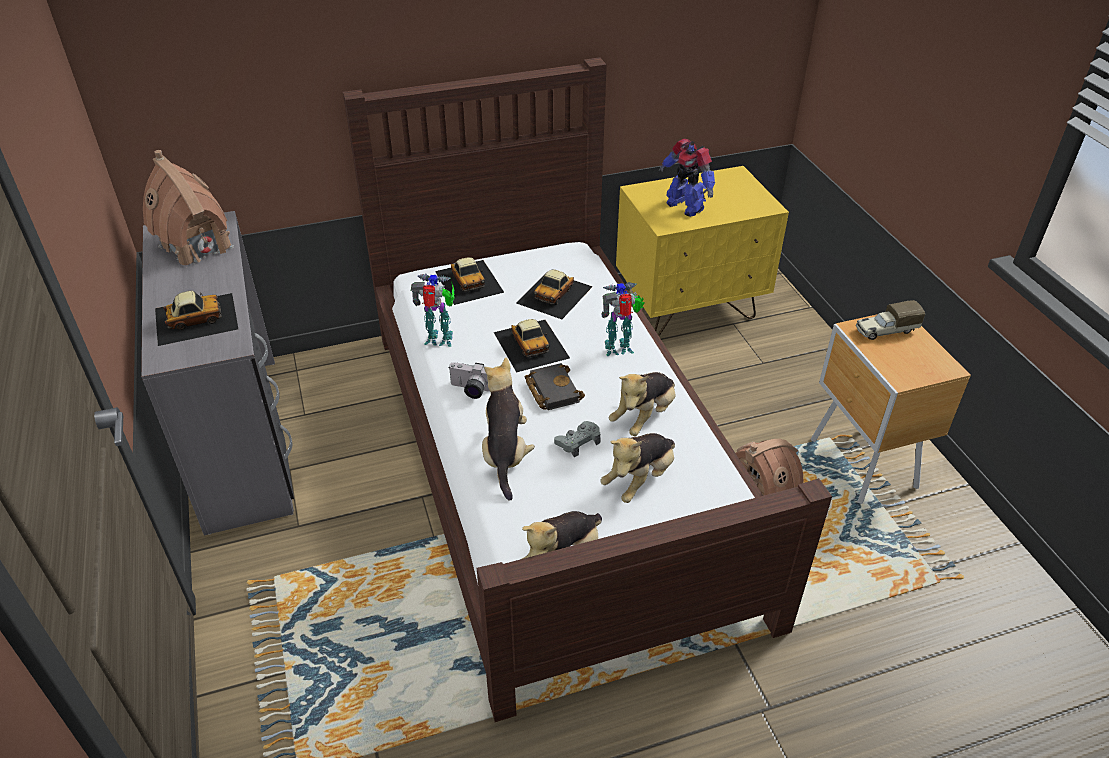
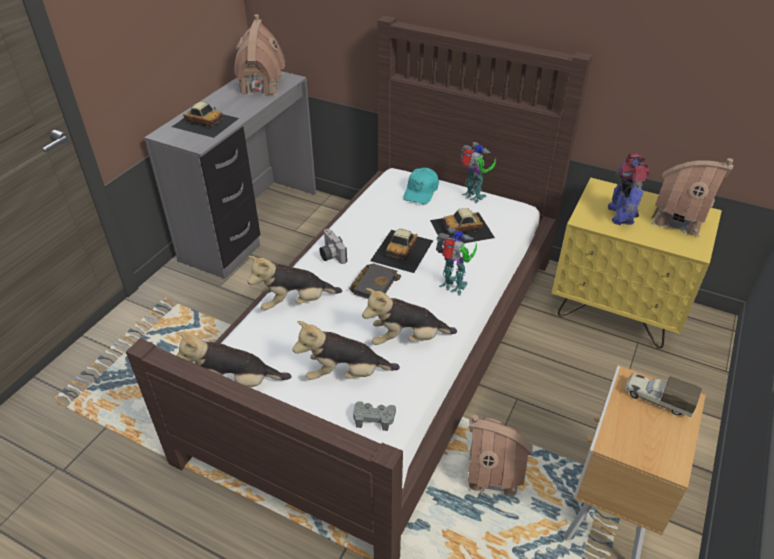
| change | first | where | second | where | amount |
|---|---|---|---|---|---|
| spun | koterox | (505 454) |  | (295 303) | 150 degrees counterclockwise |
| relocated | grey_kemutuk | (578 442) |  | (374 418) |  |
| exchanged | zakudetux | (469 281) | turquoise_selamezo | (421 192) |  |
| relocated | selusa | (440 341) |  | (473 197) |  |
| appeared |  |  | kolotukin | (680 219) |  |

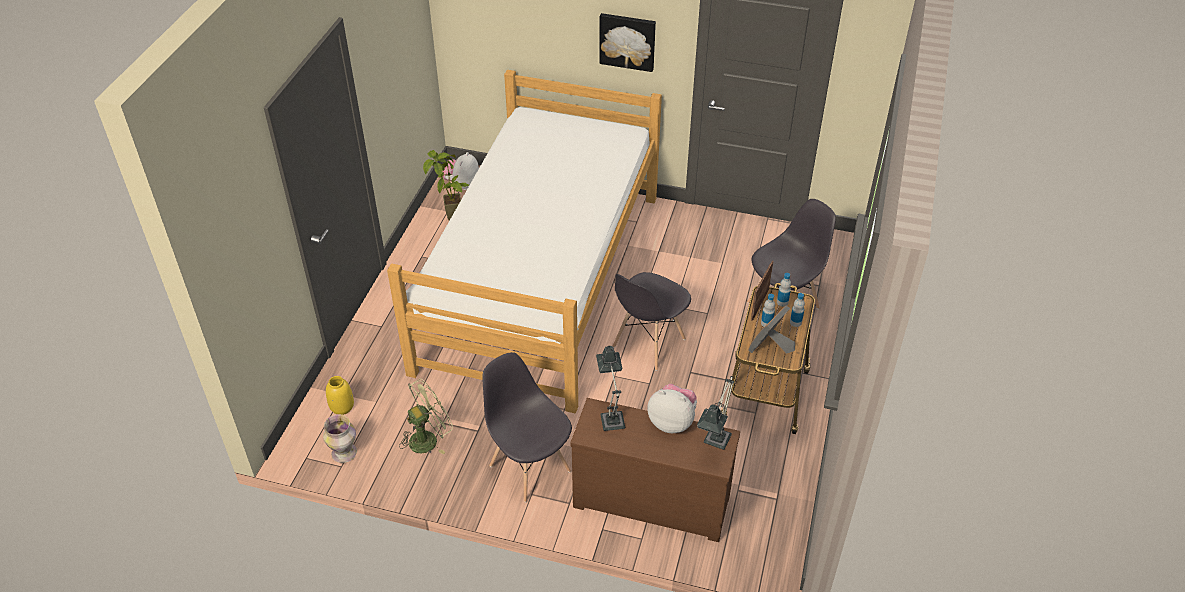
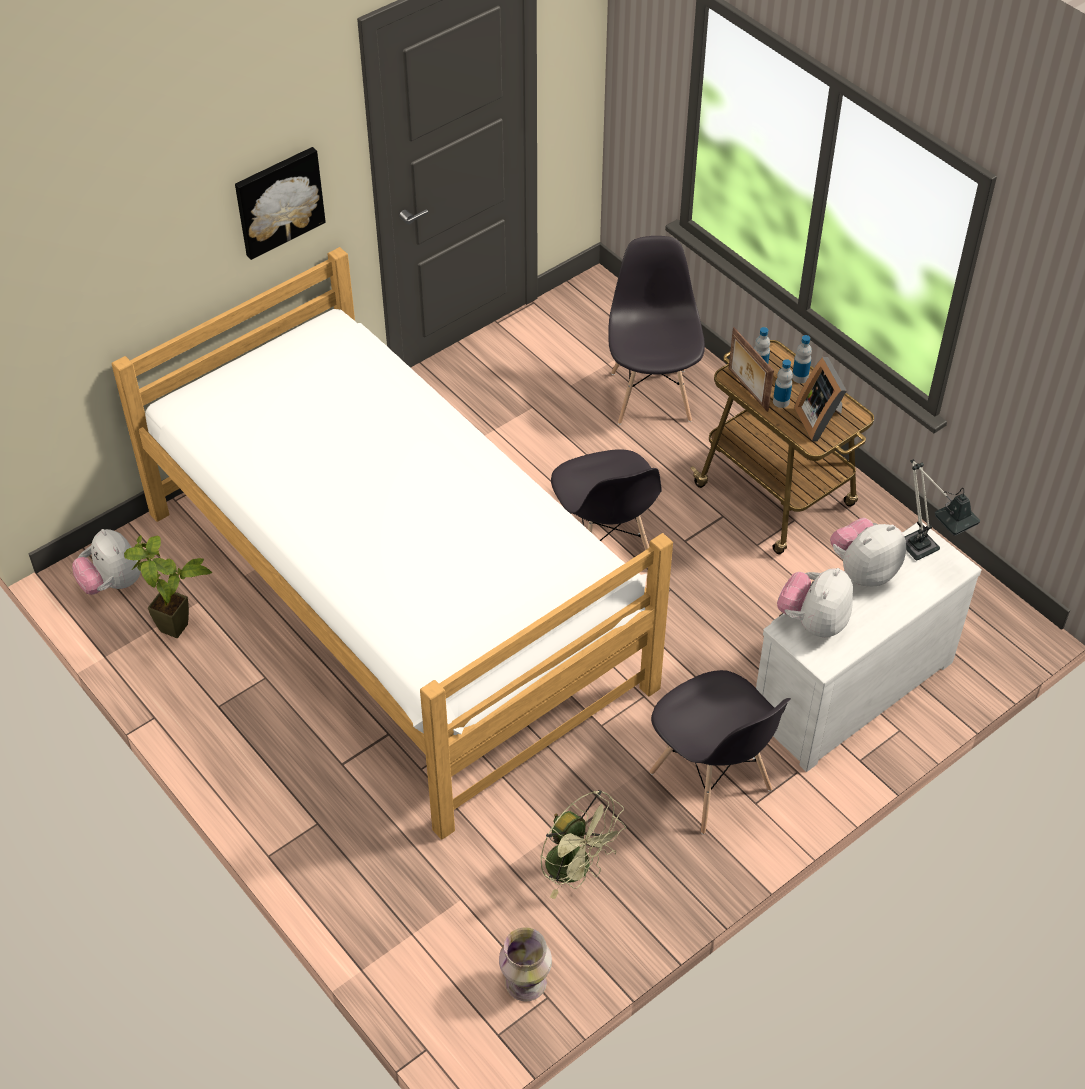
| change | first | where | second | where | amount |
|---|---|---|---|---|---|
| spun | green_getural | (428 438) |  | (577 869) | 135 degrees clockwise |
| spun | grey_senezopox | (529 467) |  | (711 783) | 120 degrees counterclockwise |
| colour | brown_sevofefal | (652 498) | white_sevofefal | (848 687) |  |
| exchanged | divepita | (611 416) | koterox | (813 622) |  |
| missing | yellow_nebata | (342 407) |  |  |  |

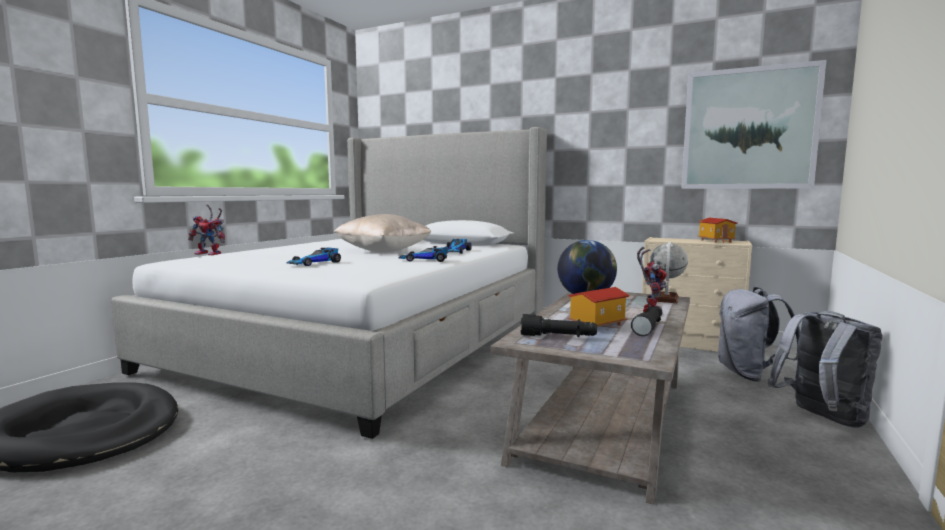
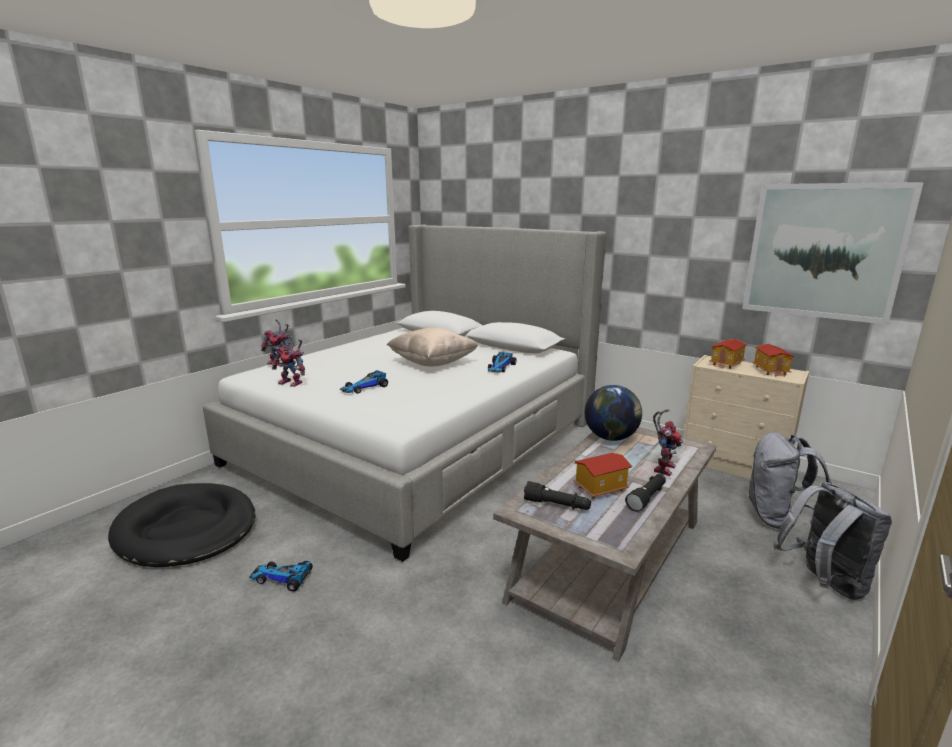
| change | first | where | second | where | amount |
|---|---|---|---|---|---|
| relocated | zakudetux | (425 260) |  | (282 578) |  |
| appeared |  |  | selusa | (293 383) |  |
| appeared |  |  | kolotukin | (727 364) |  |
| missing | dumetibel | (666 299) |  |  |  |

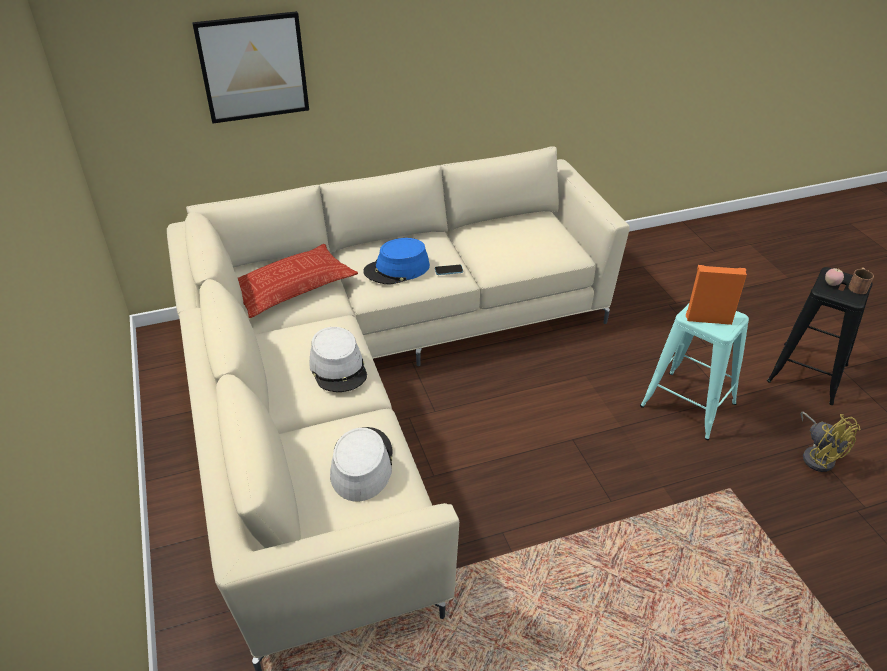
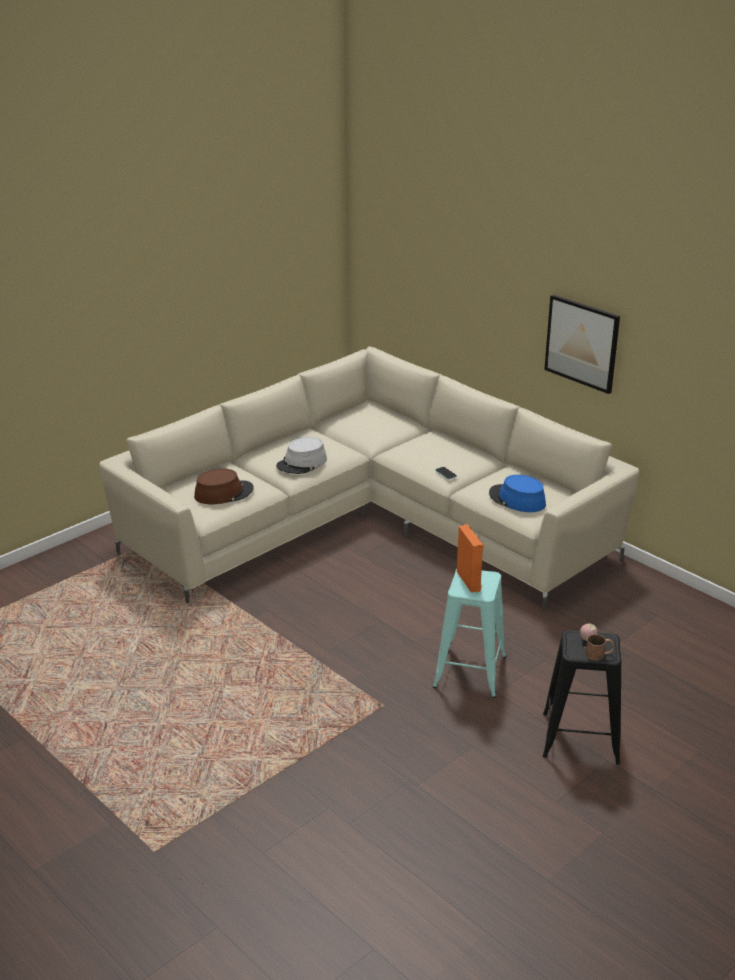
| change | first | where | second | where | amount |
|---|---|---|---|---|---|
| colour | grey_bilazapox | (361 465) | brown_bilazapox | (224 493) |  |
| relocated | blue_bilazapox | (397 269) |  | (517 499) |  |
| relocated | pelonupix | (253 67) |  | (582 343) |  |
| missing | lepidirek | (291 287) |  |  |  |
| missing | yellow_getural | (818 456) |  |  |  |

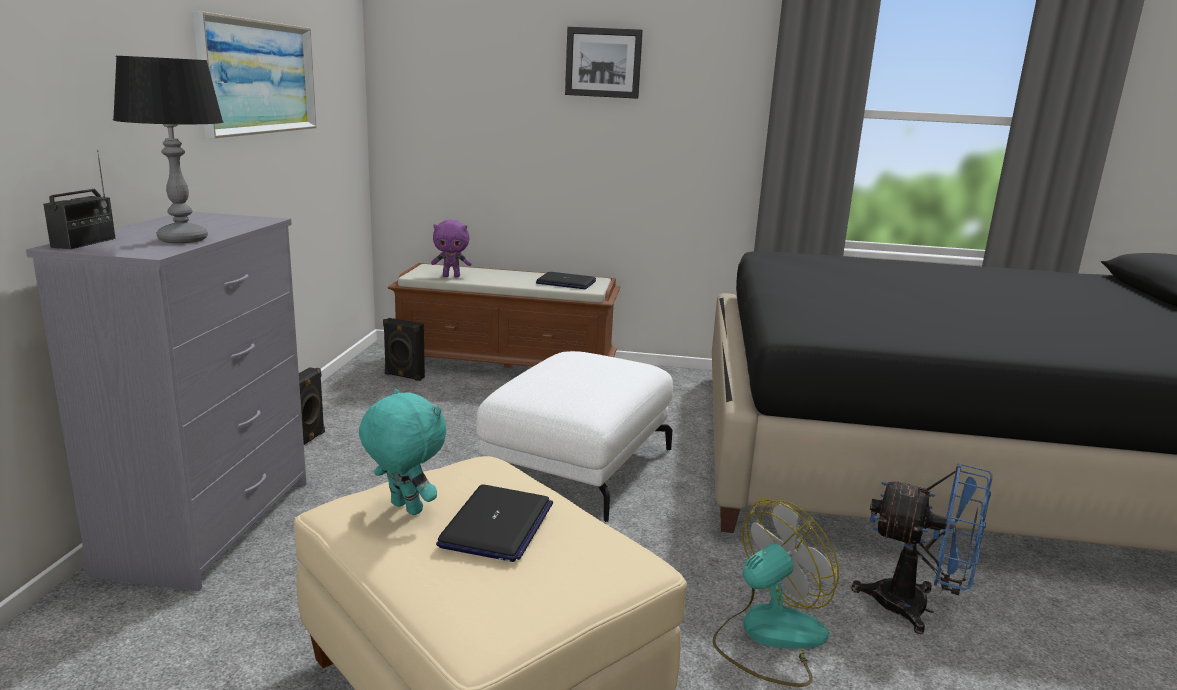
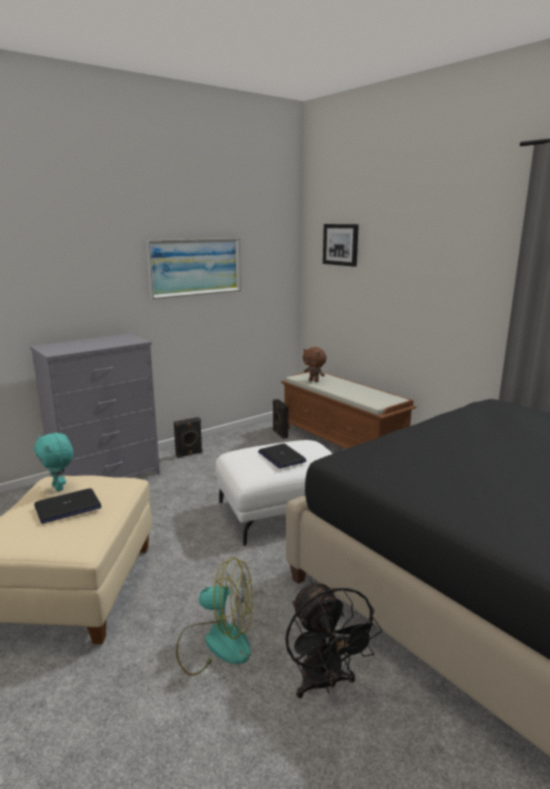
| change | first | where | second | where | amount |
|---|---|---|---|---|---|
| spun | turquoise_koterox | (404 509) |  | (59 487) | 150 degrees clockwise |
| relocated | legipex | (565 282) |  | (281 457) |  |
| colour | blue_getural | (916 608) | black_getural | (324 684) |  |
| colour | purple_koterox | (451 276) | brown_koterox | (314 381) |  |
| relocated | pelonupix | (603 63) |  | (341 244) |  |
| missing | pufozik | (84 243) |  |  |  |
| missing | divepita | (183 239) |  |  |  |

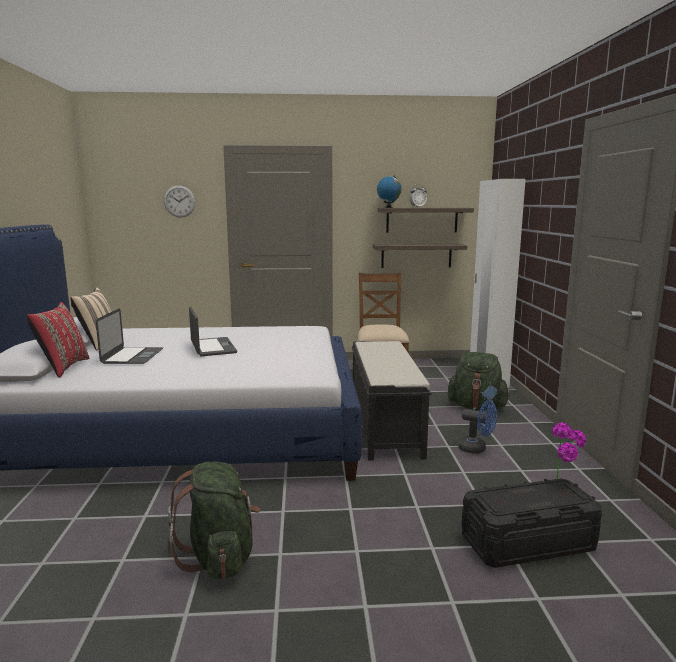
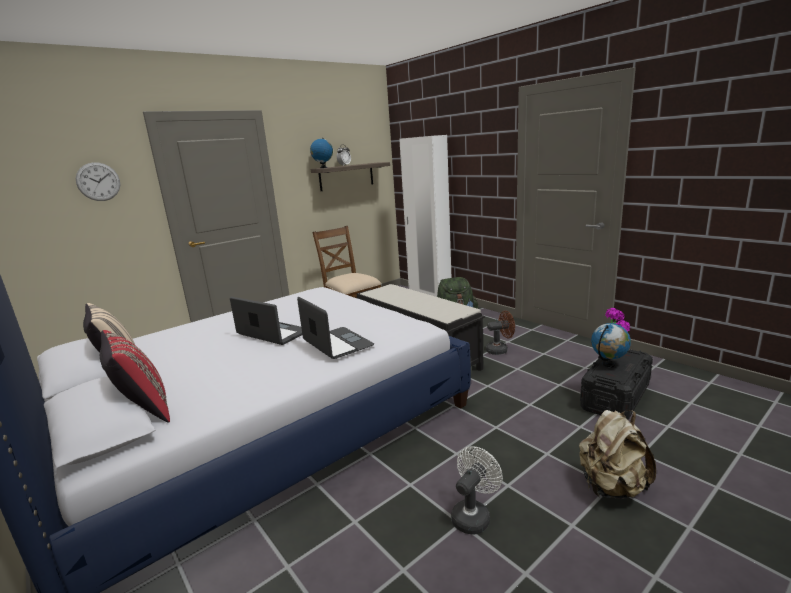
| change | first | where | second | where | amount |
|---|---|---|---|---|---|
| relocated | legipex | (132 356) |  | (337 343) |  |
| exchanged | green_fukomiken | (219 557) | white_getural | (473 515) |  |
| colour | blue_getural | (476 449) | brown_getural | (500 350) |  |
| appeared |  |  | beige_fukomiken | (611 487) |  |
| appeared |  |  | dumetibel | (608 365) |  |
| missing | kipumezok | (416 255) |  |  |  |

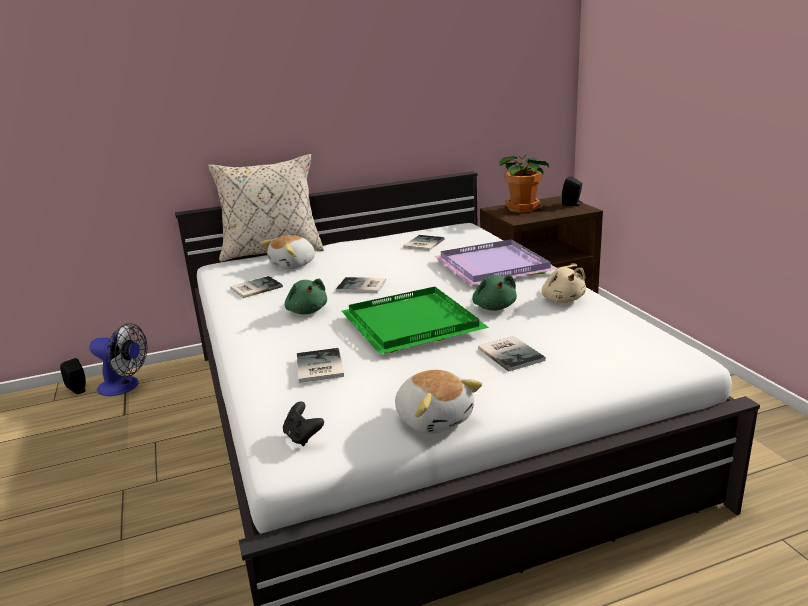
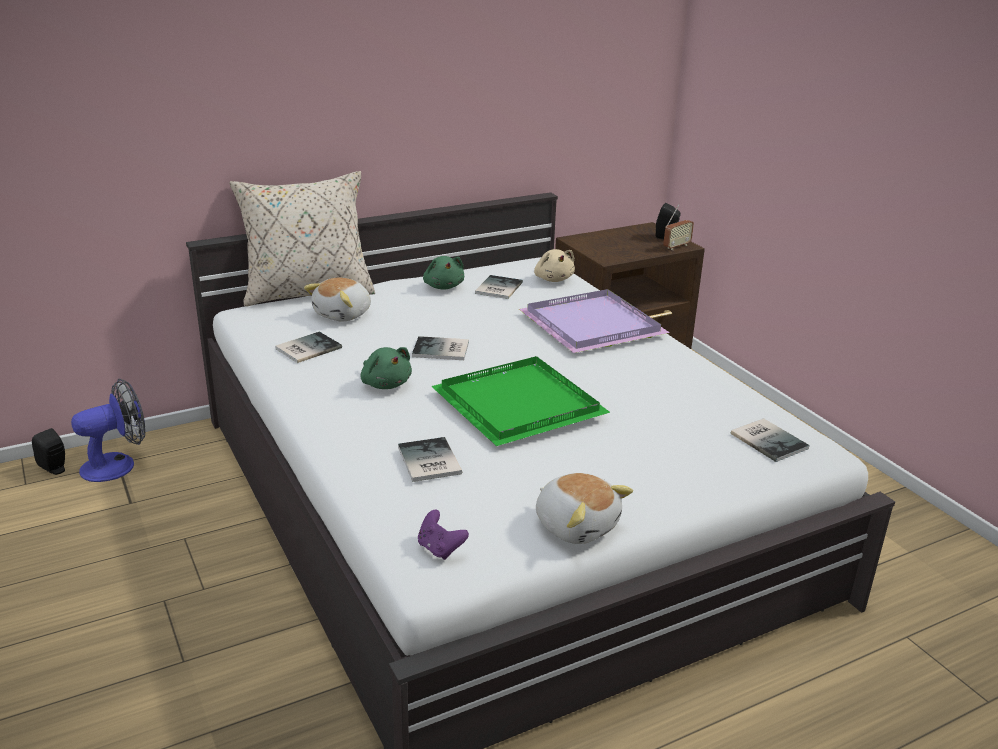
| change | first | where | second | where | amount |
|---|---|---|---|---|---|
| spun | getural | (124 387) |  | (117 464) | 45 degrees counterclockwise |
| colour | black_kemutuk | (303 437) | purple_kemutuk | (440 549) |  |
| relocated | green_koterox | (494 307) |  | (443 286) |  |
| relocated | beige_koterox | (562 299) |  | (553 279) |  |
| appeared |  |  | pufozik | (676 246) |  |
| relocated | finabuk | (511 353) |  | (769 440) |  |
| missing | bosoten | (524 208) |  |  |  |

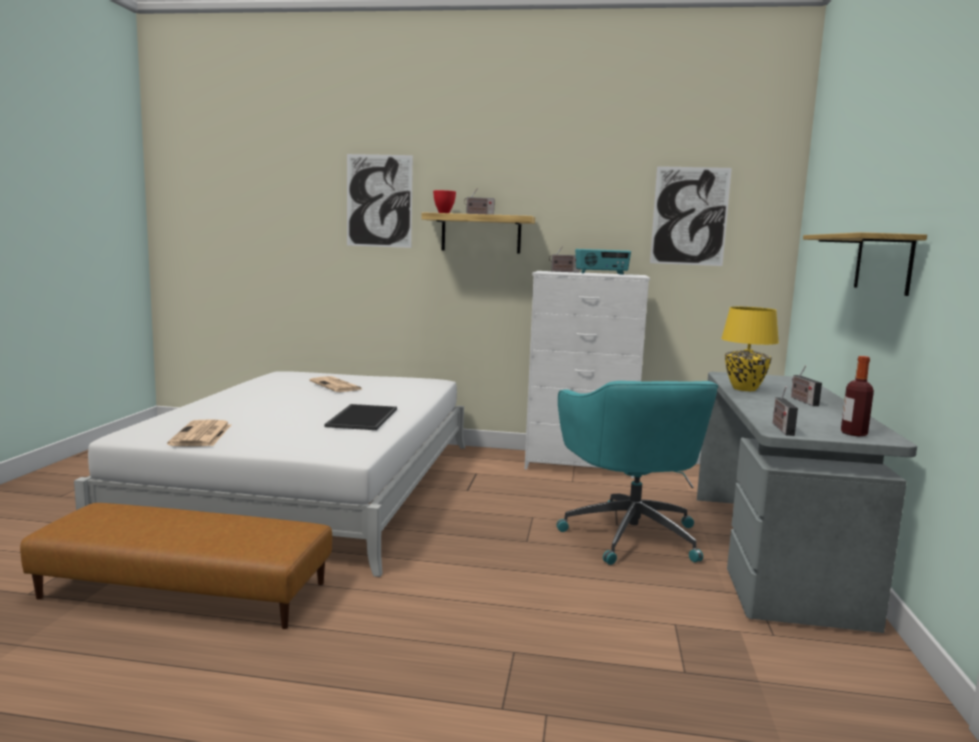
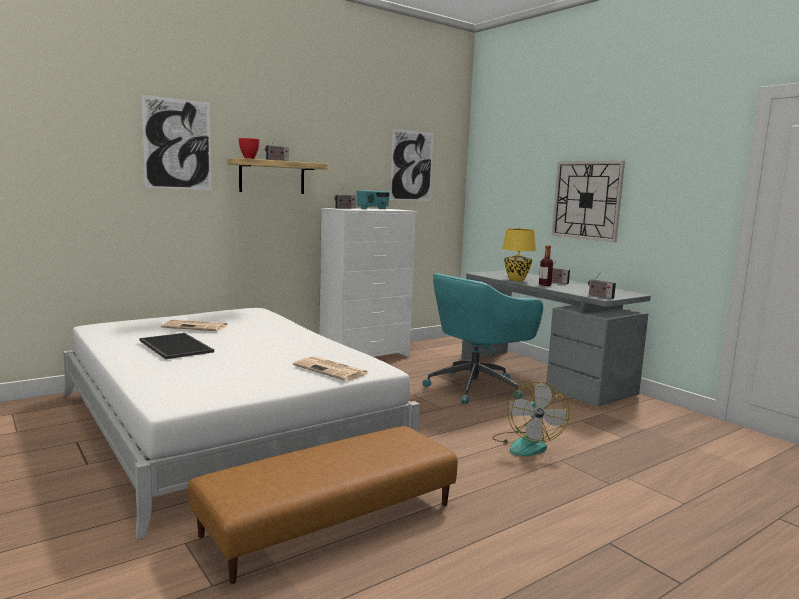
| change | first | where | second | where | amount |
|---|---|---|---|---|---|
| relocated | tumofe | (361 417) |  | (174 346) |  |
| relocated | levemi | (201 435) |  | (331 369) |  |
| spun | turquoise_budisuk | (630 534) |  | (476 387) | 105 degrees clockwise |
| appeared |  |  | getural | (526 444) |  |
| relocated | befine | (853 433) |  | (544 285) |  |
| exchanged | kipumezok | (883 263) | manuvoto | (587 200) |  |

